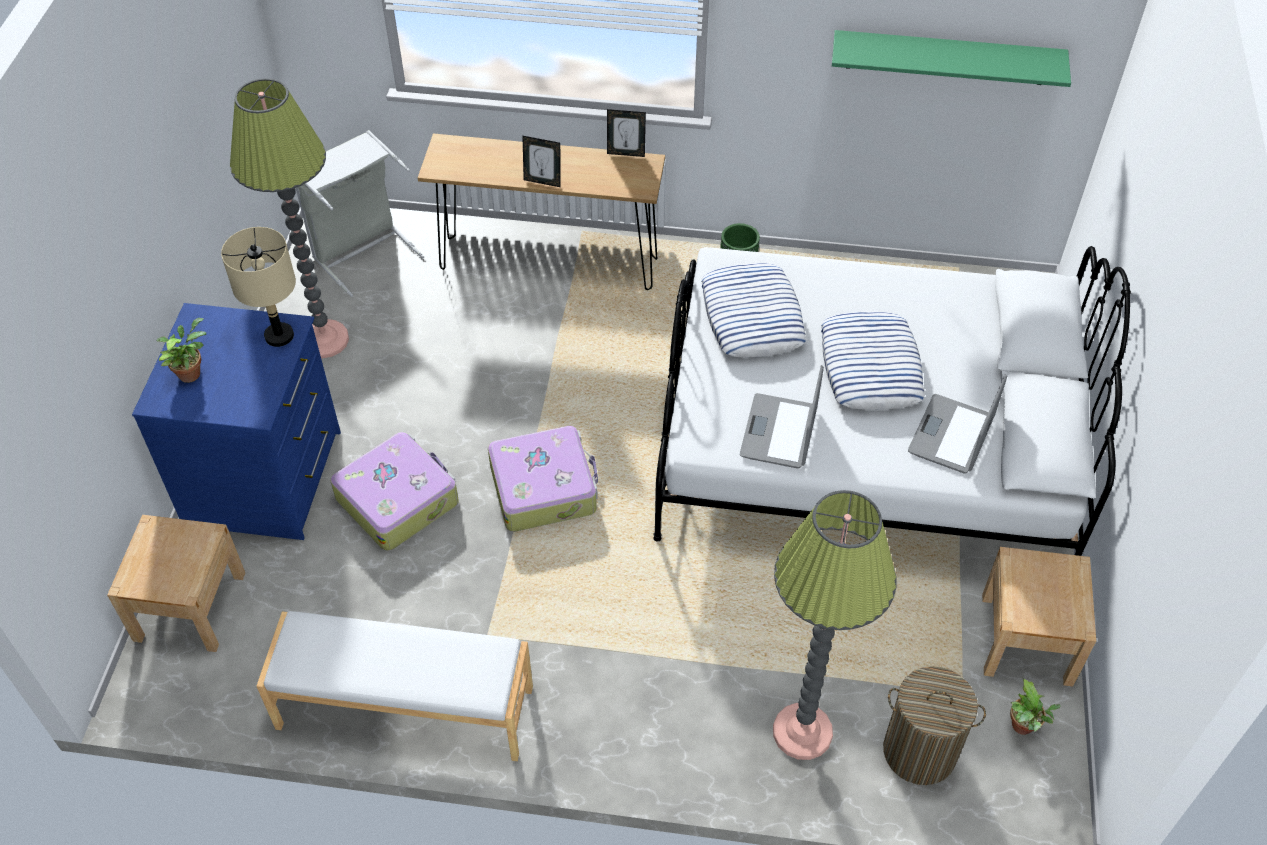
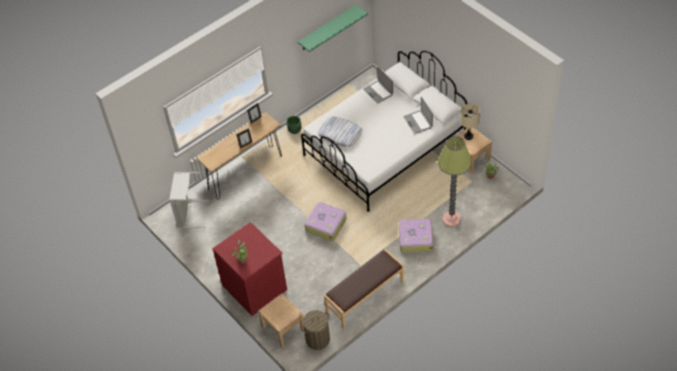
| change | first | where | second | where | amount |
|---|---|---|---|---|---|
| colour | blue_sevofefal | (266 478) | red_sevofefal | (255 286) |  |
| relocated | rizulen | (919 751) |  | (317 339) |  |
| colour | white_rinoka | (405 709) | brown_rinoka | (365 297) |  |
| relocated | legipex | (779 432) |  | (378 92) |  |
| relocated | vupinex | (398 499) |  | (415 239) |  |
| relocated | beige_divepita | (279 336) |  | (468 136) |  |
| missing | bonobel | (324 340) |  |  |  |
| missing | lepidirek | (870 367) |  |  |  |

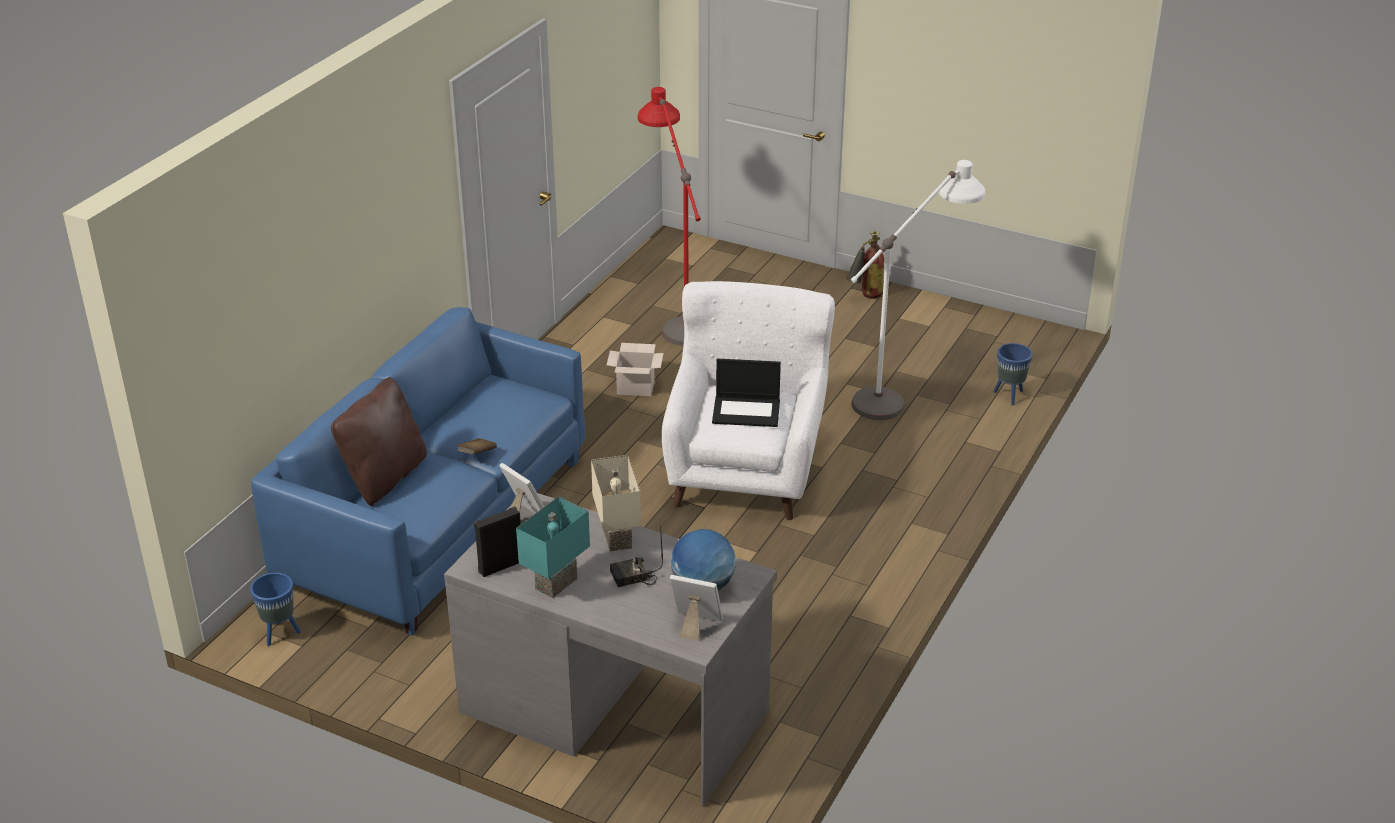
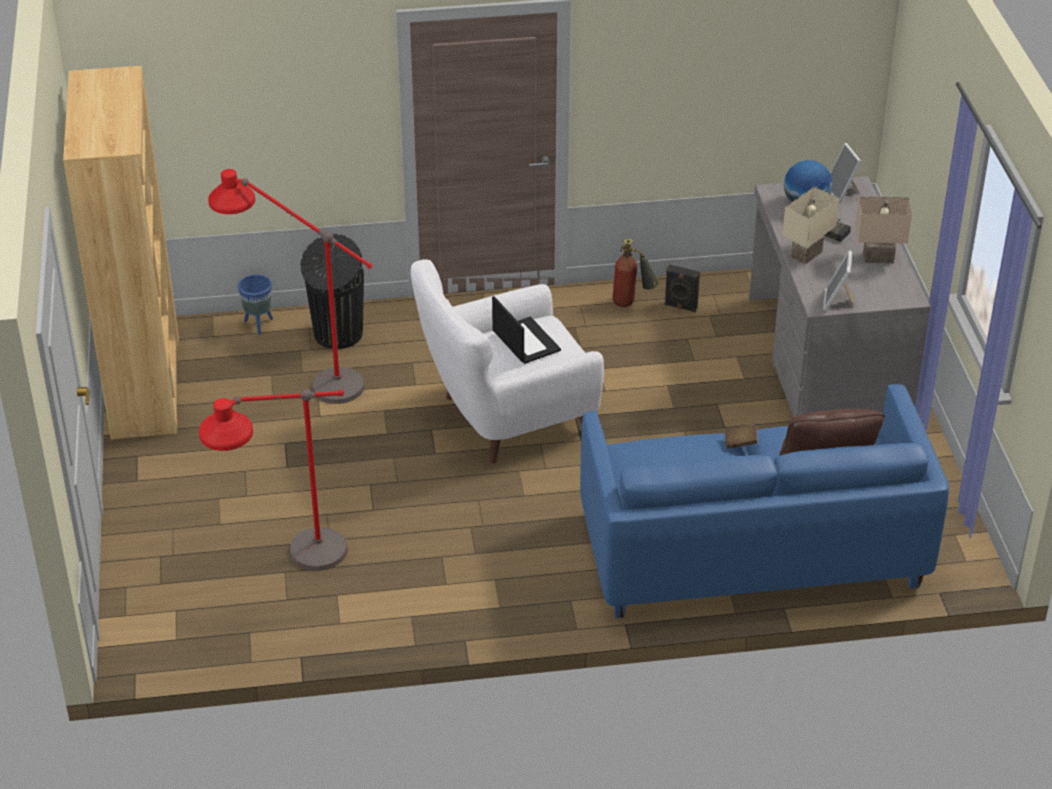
| change | first | where | second | where | amount |
|---|---|---|---|---|---|
| appeared |  |  | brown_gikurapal | (145 386) |  |
| colour | white_bonobel | (905 391) | red_bonobel | (302 380) |  |
| appeared |  |  | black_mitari | (337 335) |  |
| relocated | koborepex | (865 297) |  | (632 303) |  |
| relocated | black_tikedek | (500 565) |  | (680 307) |  |
| colour | turquoise_divepita | (557 585) | beige_divepita | (878 256) |  |
| missing | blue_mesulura | (280 633) |  |  |  |
| missing | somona | (636 387) |  |  |  |

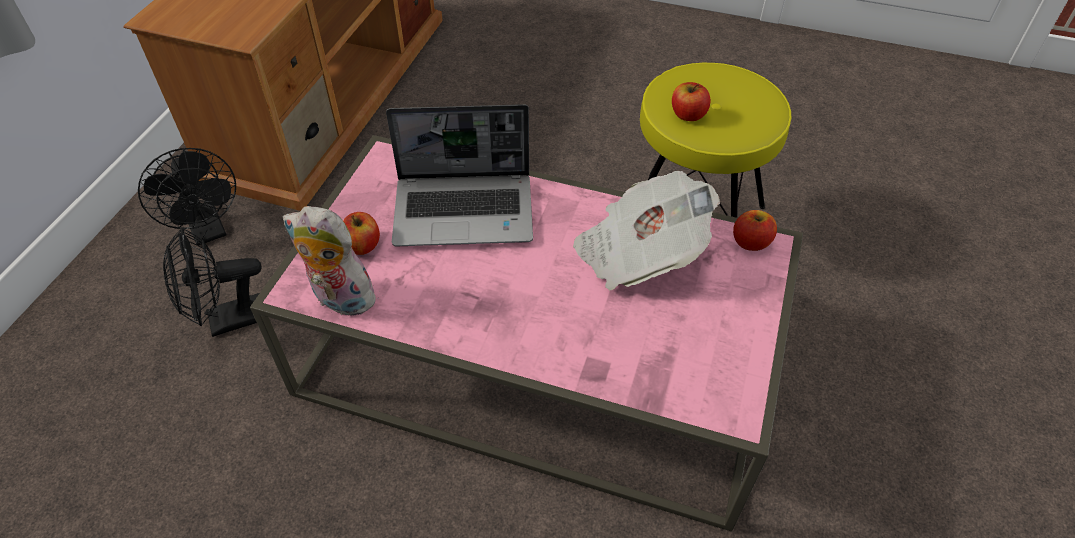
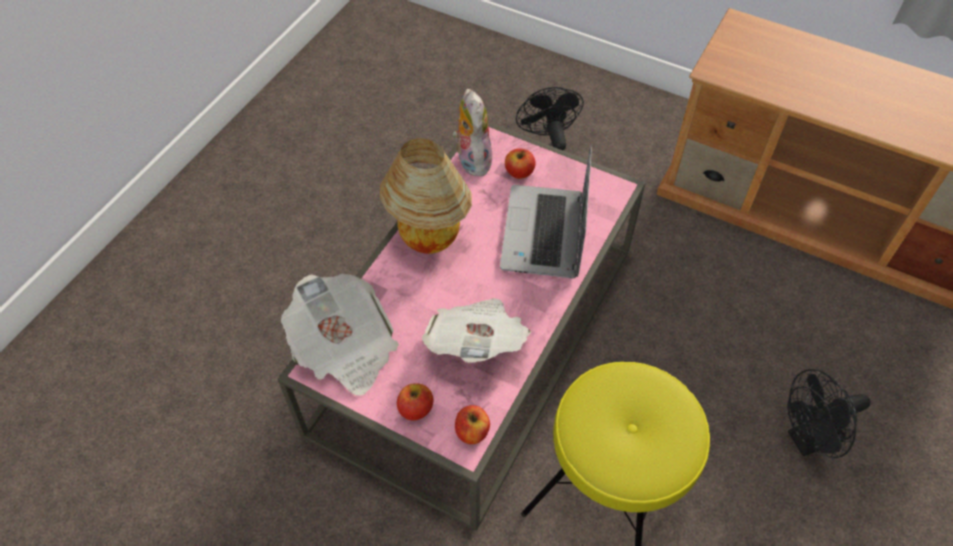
| change | first | where | second | where | amount |
|---|---|---|---|---|---|
| appeared |  |  | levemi | (345 349) |  |
| appeared |  |  | divepita | (428 240) |  |
| relocated | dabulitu | (688 115) |  | (415 409) |  |
| spun | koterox | (339 299) |  | (471 159) | 45 degrees counterclockwise |
| relocated | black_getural | (209 231) |  | (808 440) |  |

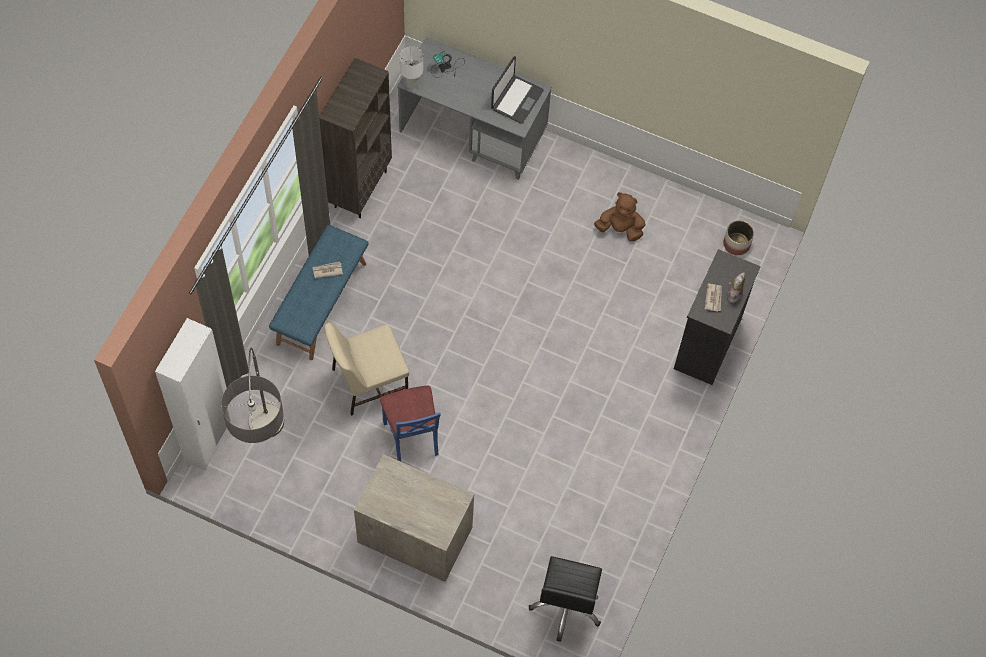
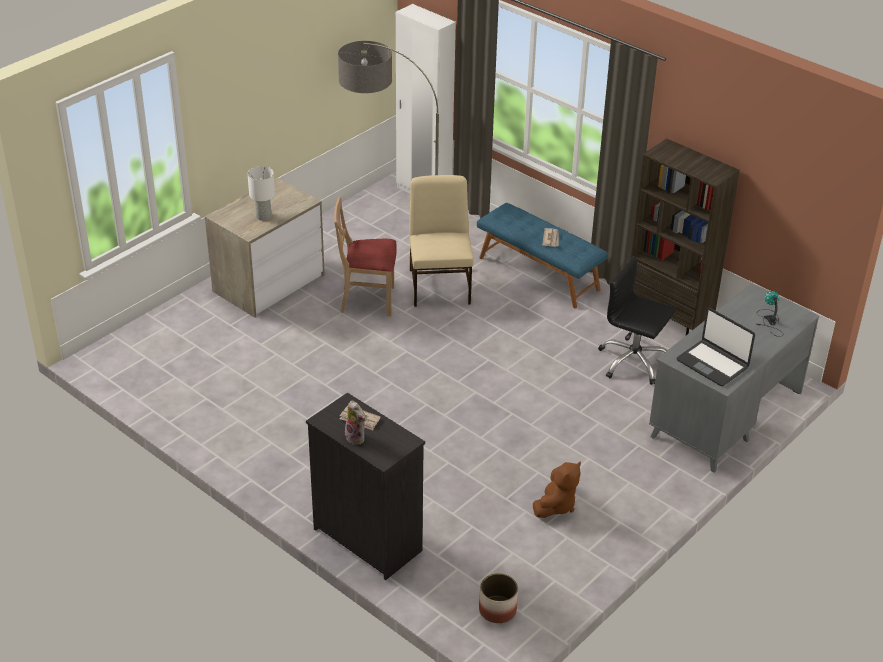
| change | first | where | second | where | amount |
|---|---|---|---|---|---|
| relocated | white_divepita | (411 83) |  | (264 216) |  |
| colour | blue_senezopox | (412 437) | beige_senezopox | (367 300) |  |
| relocated | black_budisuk | (567 606) |  | (633 361) |  |

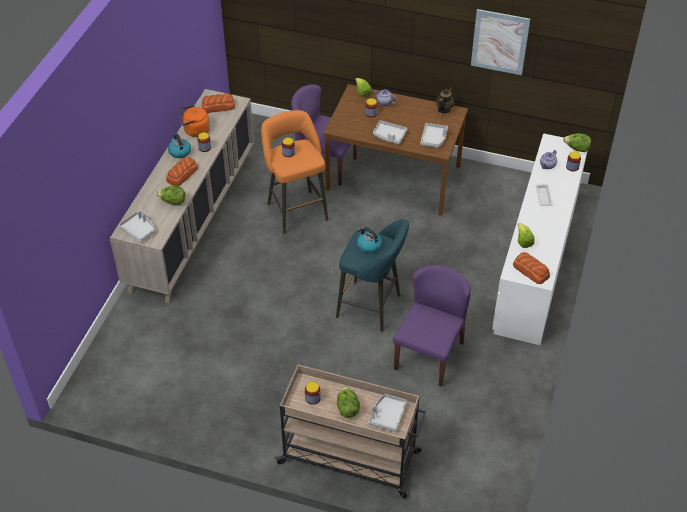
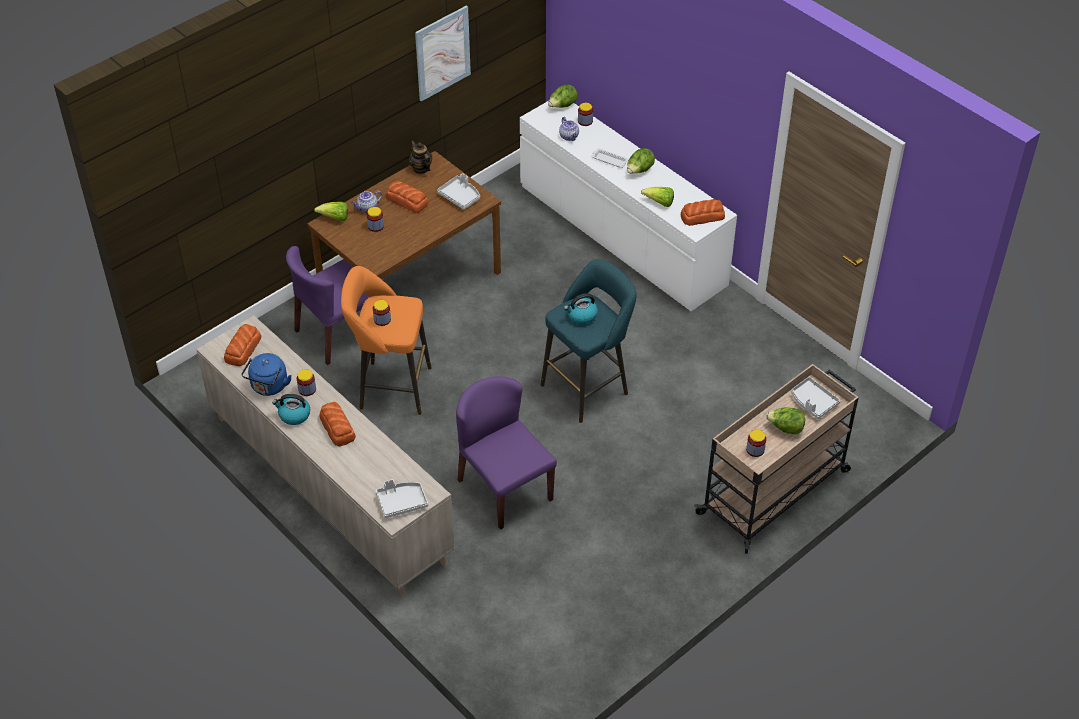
| change | first | where | second | where | amount |
|---|---|---|---|---|---|
| colour | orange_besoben | (195 131) | blue_besoben | (268 387) |  |
| appeared |  |  | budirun | (407 200) |  |
| relocated | purple_senezopox | (429 355) |  | (504 489) |  |
| relocated | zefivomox | (172 202) |  | (639 171) |  |
| missing | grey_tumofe | (389 136) |  |  |  |

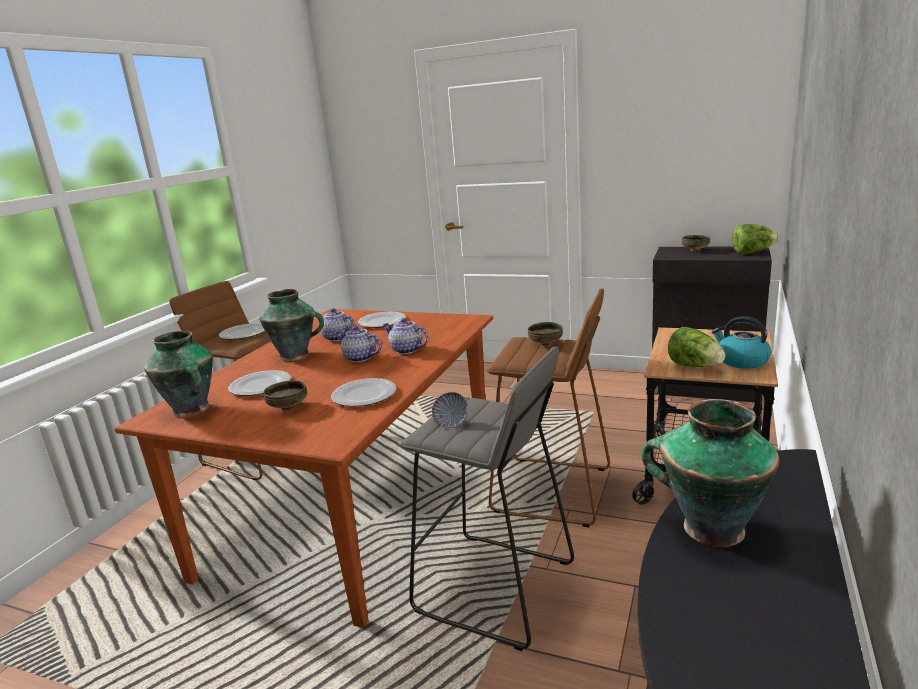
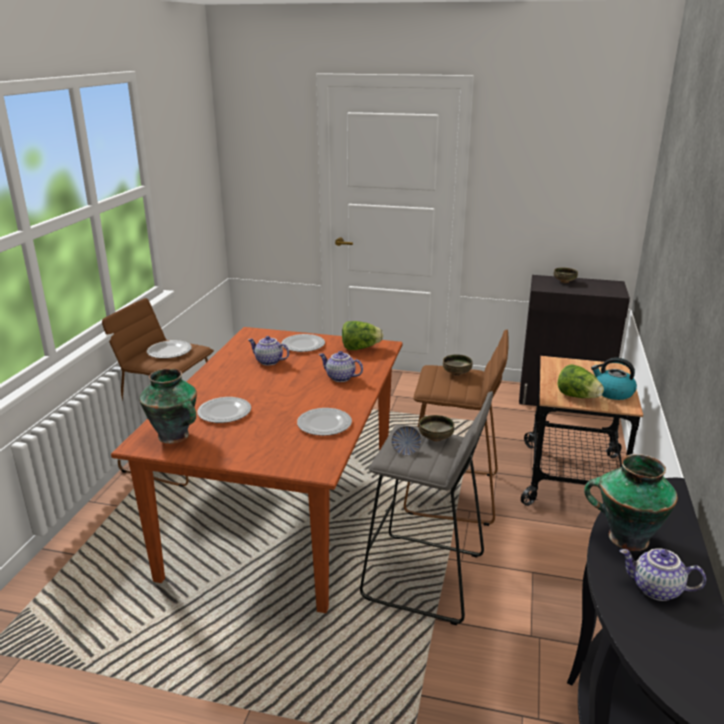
| change | first | where | second | where | amount |
|---|---|---|---|---|---|
| relocated | zefivomox | (752 252) |  | (360 348) |  |
| relocated | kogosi | (287 407) |  | (435 438) |  |
| relocated | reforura | (359 358) |  | (656 590) |  |
| missing | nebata | (296 356) |  |  |  |

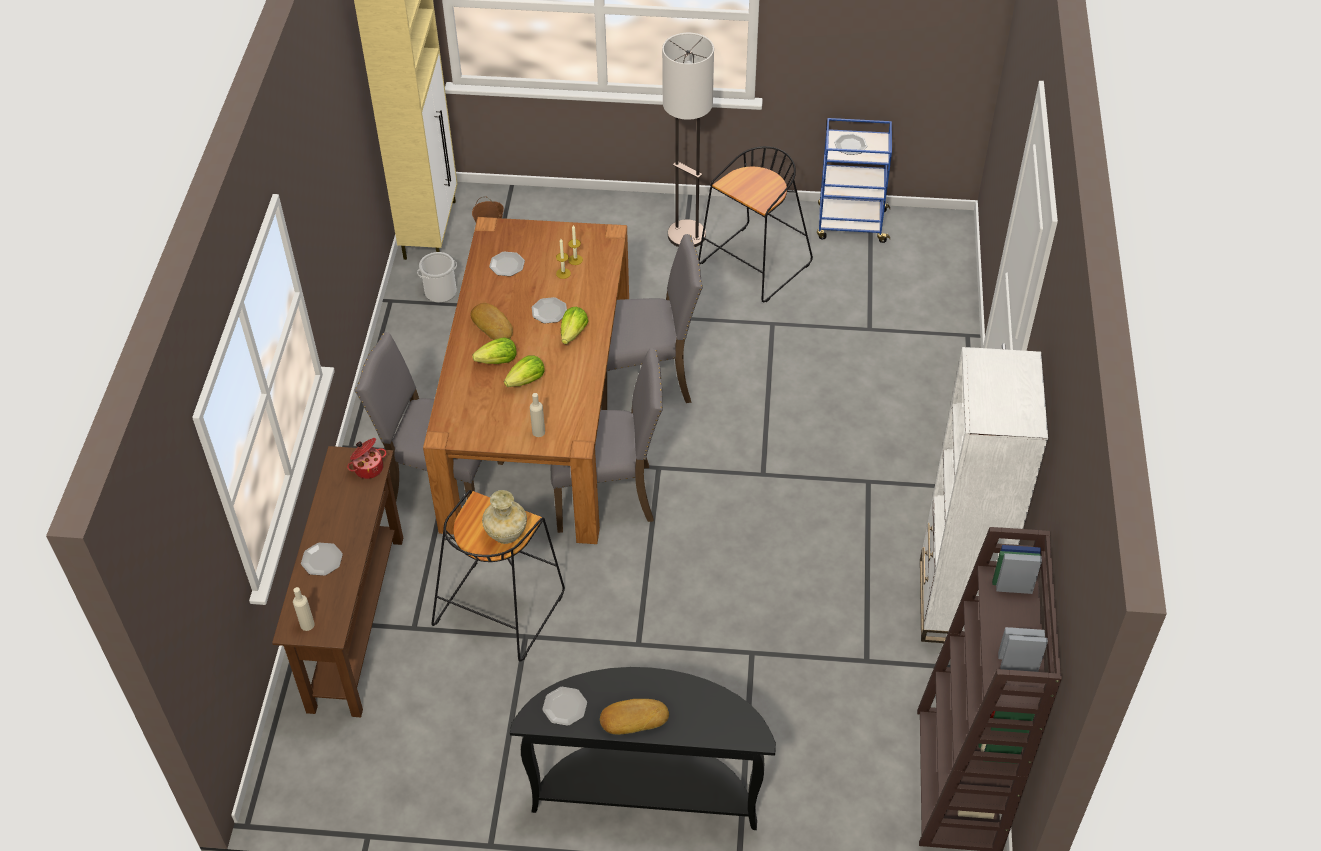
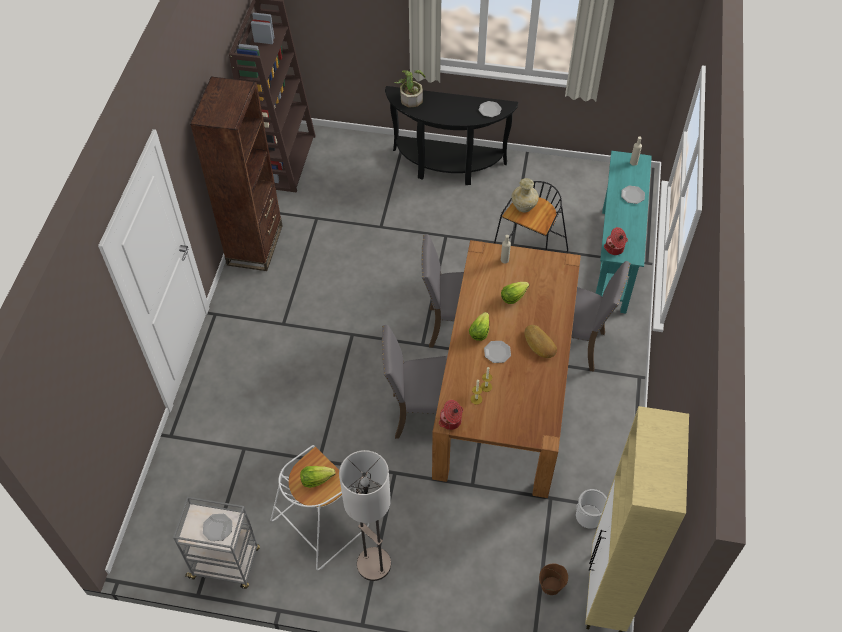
| change | first | where | second | where | amount |
|---|---|---|---|---|---|
| colour | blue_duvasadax | (850 225) | grey_duvasadax | (226 563) |  |
| colour | white_gikurapal | (954 602) | brown_gikurapal | (255 245) |  |
| colour | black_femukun | (754 266) | white_femukun | (321 522) |  |
| relocated | zefivomox | (498 361) |  | (316 479) |  |
| appeared |  |  | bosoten | (410 97) |  |
| appeared |  |  | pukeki | (451 421) |  |
| colour | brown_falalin | (355 621) | turquoise_falalin | (614 259) |  |
| missing | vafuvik | (507 265) |  |  |  |
| missing | budirun | (633 718) |  |  |  |

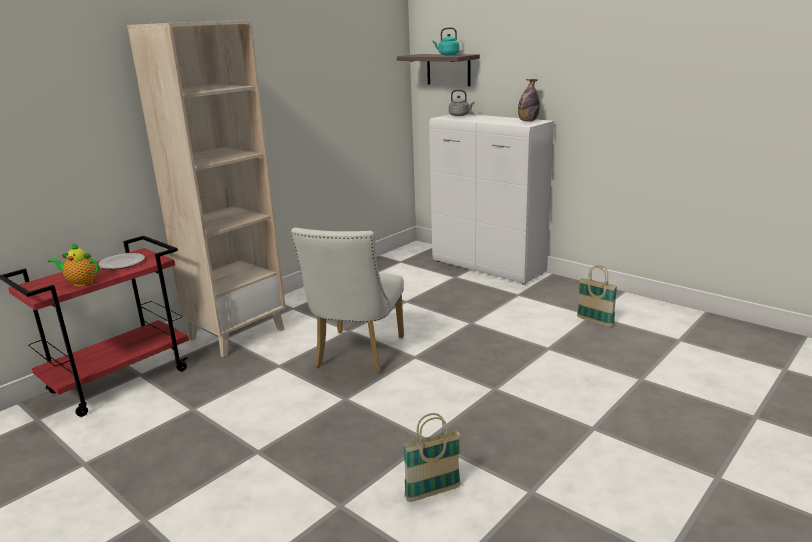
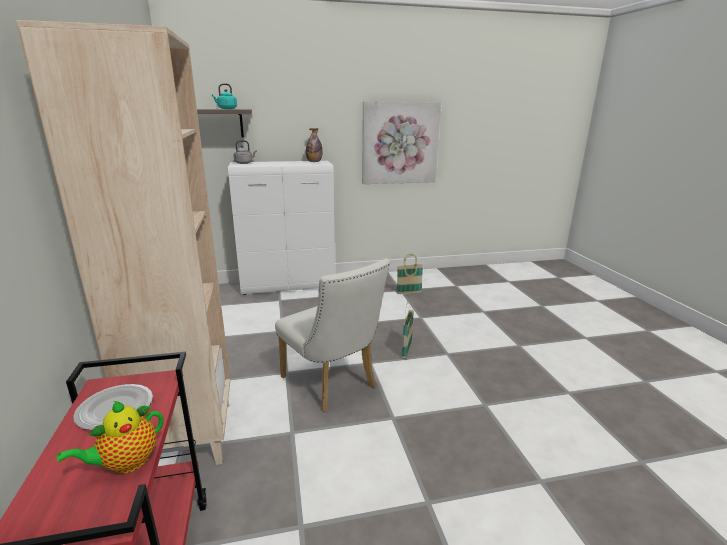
| change | first | where | second | where | amount |
|---|---|---|---|---|---|
| appeared |  |  | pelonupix | (400 143) |  |
| relocated | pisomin | (433 492) |  | (406 350) |  |

